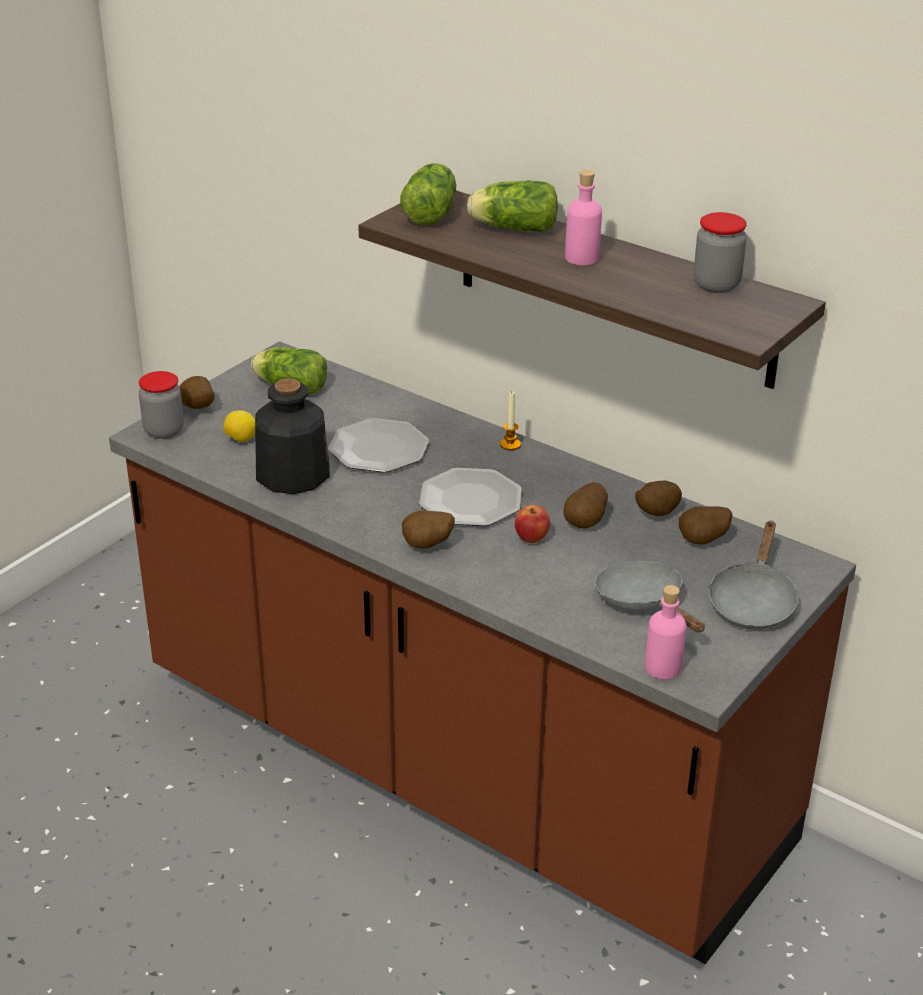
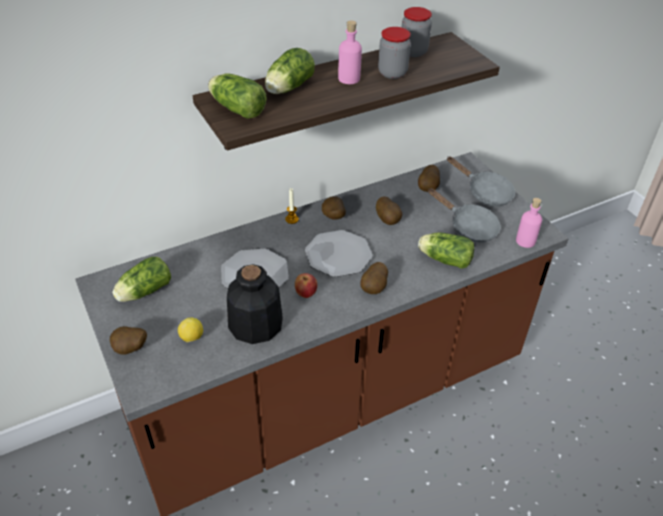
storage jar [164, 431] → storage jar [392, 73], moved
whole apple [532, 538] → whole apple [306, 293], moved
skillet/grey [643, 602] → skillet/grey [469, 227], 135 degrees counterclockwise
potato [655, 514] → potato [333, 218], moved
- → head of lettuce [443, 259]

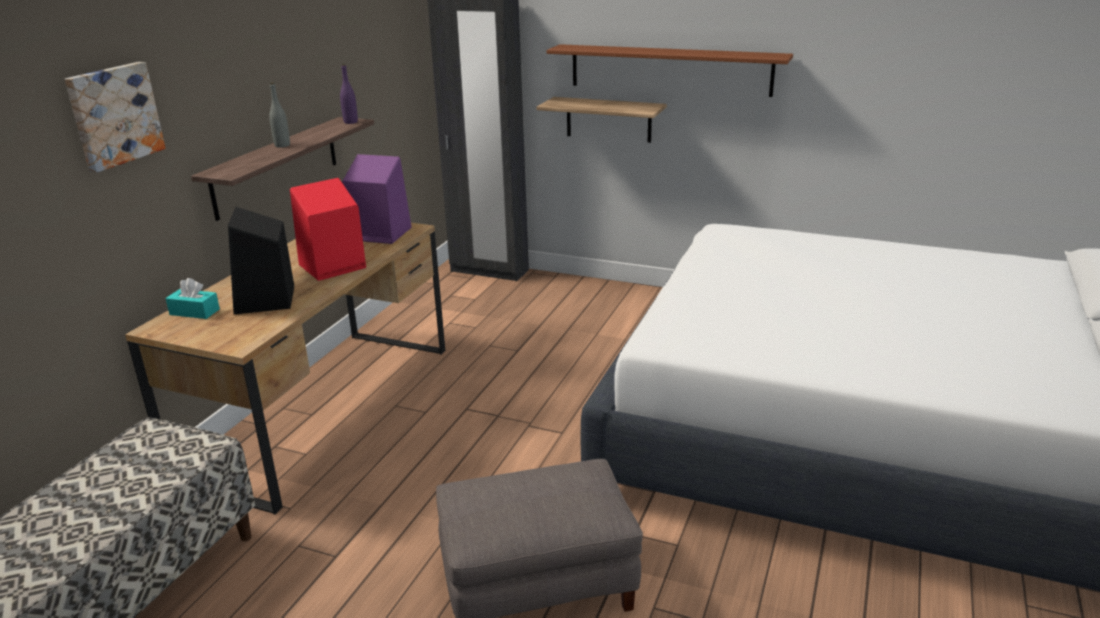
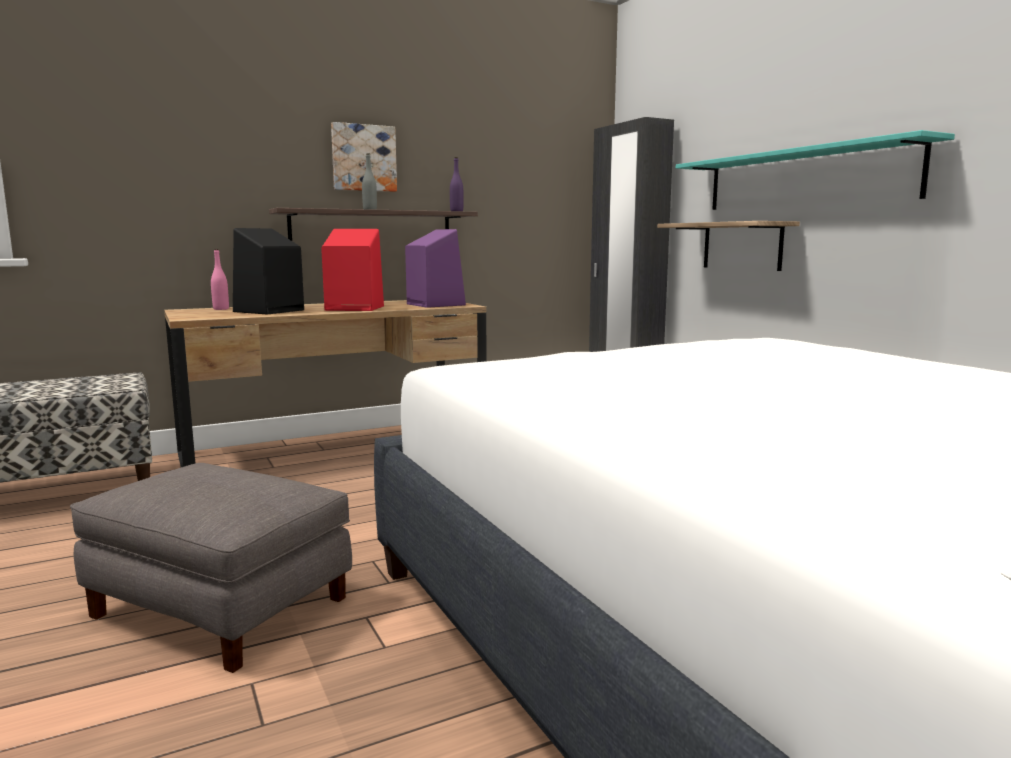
picture [113, 115] → picture [363, 158], moved
box of tissues/blue-green [194, 312] → beverage bottle/pink-coloured [221, 309]
wall shelf/brown [669, 69] → wall shelf/blue-green [805, 179]

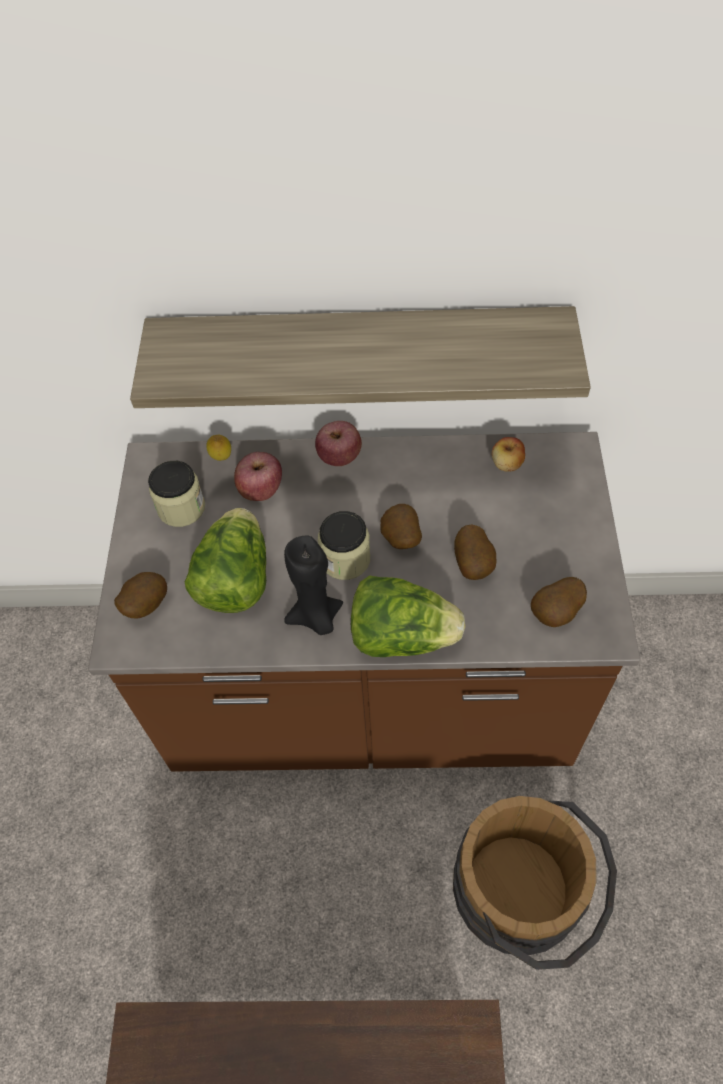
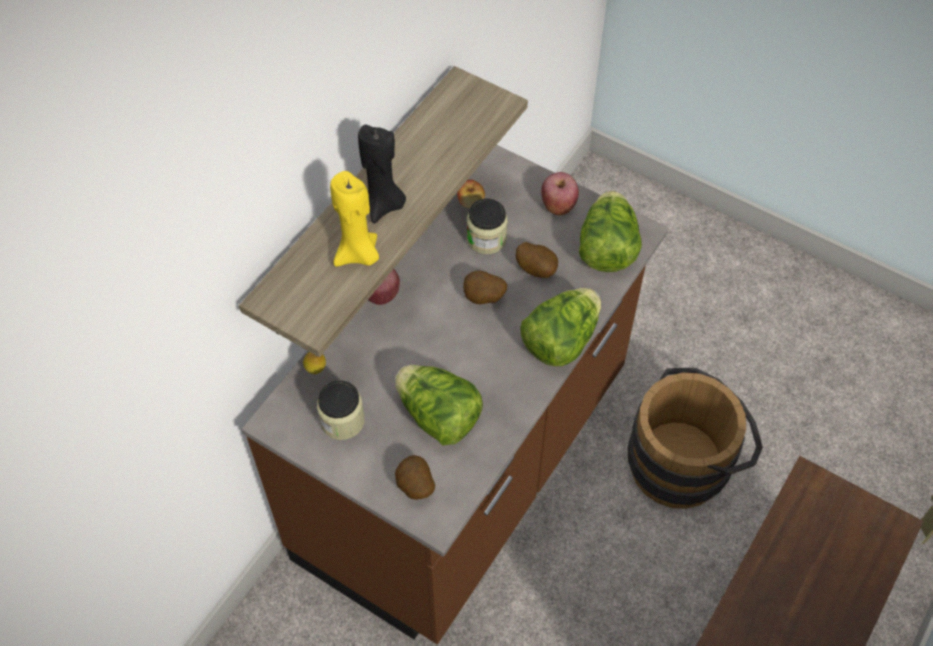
whole apple [260, 490] → whole apple [558, 205], moved
wax candle/black-coloured [316, 618] → wax candle/black-coloured [384, 205], moved
storage jar [345, 559] → storage jar [486, 239], moved
potato [556, 613] → head of lettuce [606, 248]
- → wax candle/yellow [358, 255]

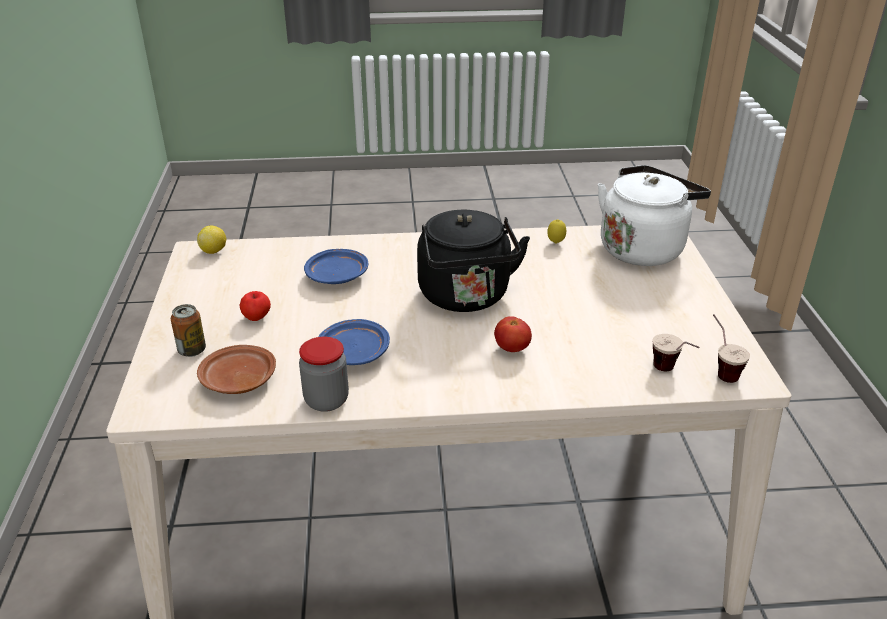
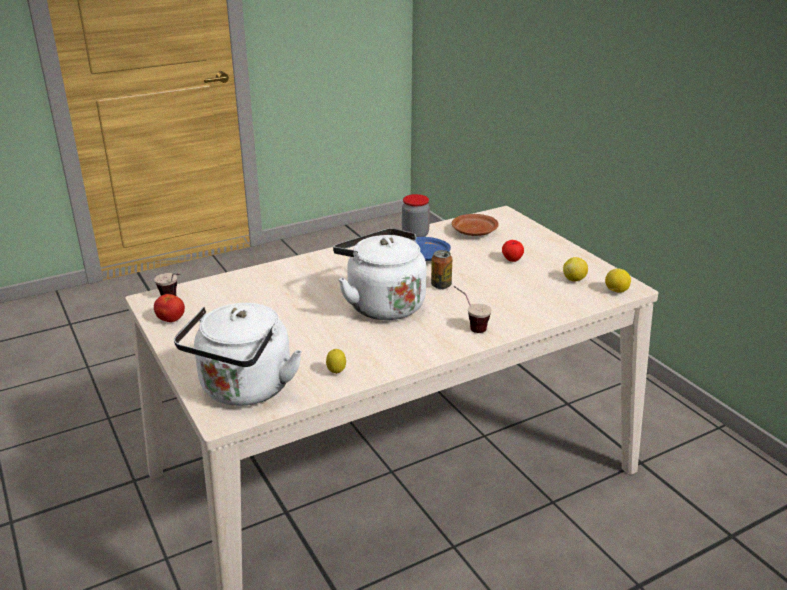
metal can [192, 350] → metal can [441, 285], moved
plate/bluish [337, 276] → -
kettle/black-coloured [466, 298] → kettle/whitish [382, 304]
whole tomato [512, 349] → whole tomato [171, 320], moved
small cup [671, 372] → small cup [470, 326], moved
- → citrus fruit [574, 279]

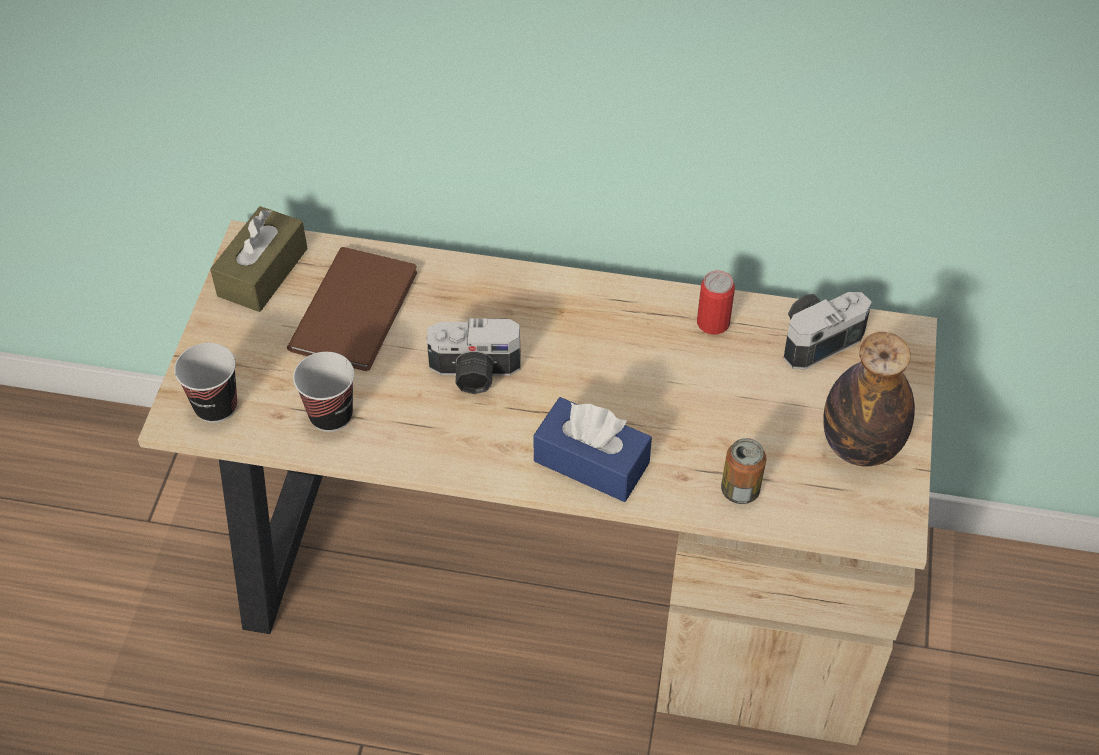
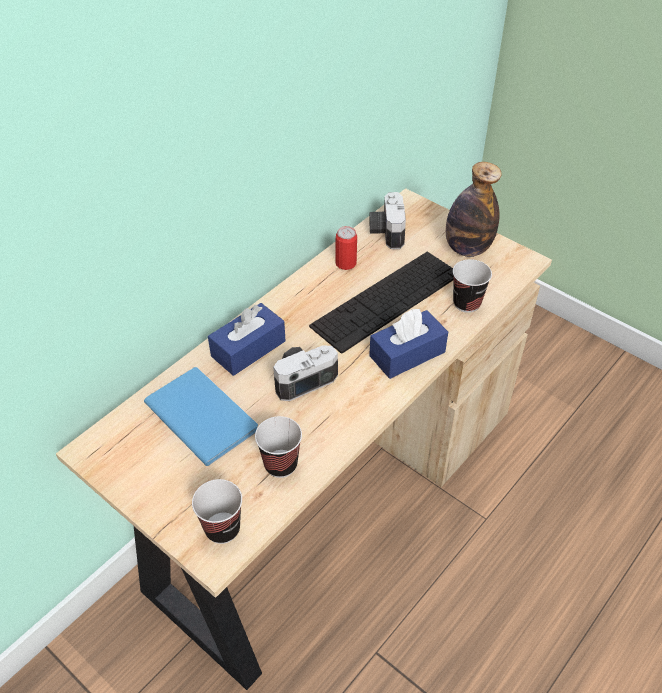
box of tissues/brown [262, 272] → -
bound book/brown [359, 308] → bound book/bluish [202, 413]
still camera [474, 373] → still camera [302, 378], 150 degrees counterclockwise
metal can [740, 490] → small cup [466, 303]
- → box of tissues/bluish [248, 348]
- → keyboard [386, 300]

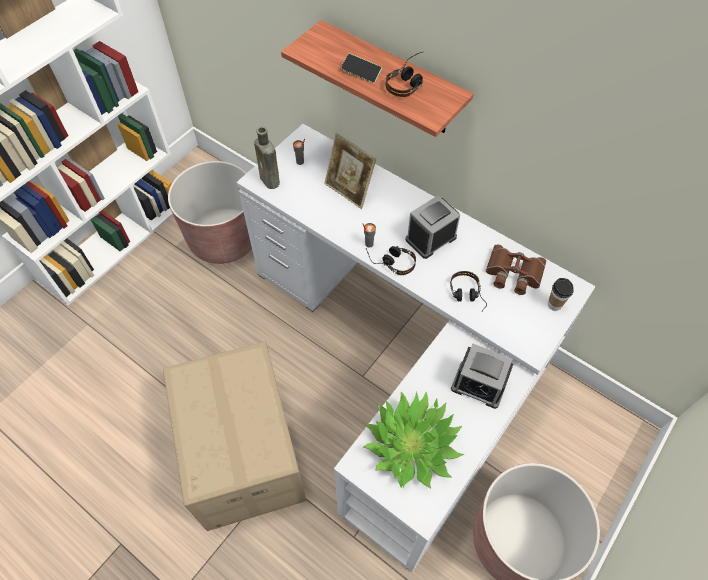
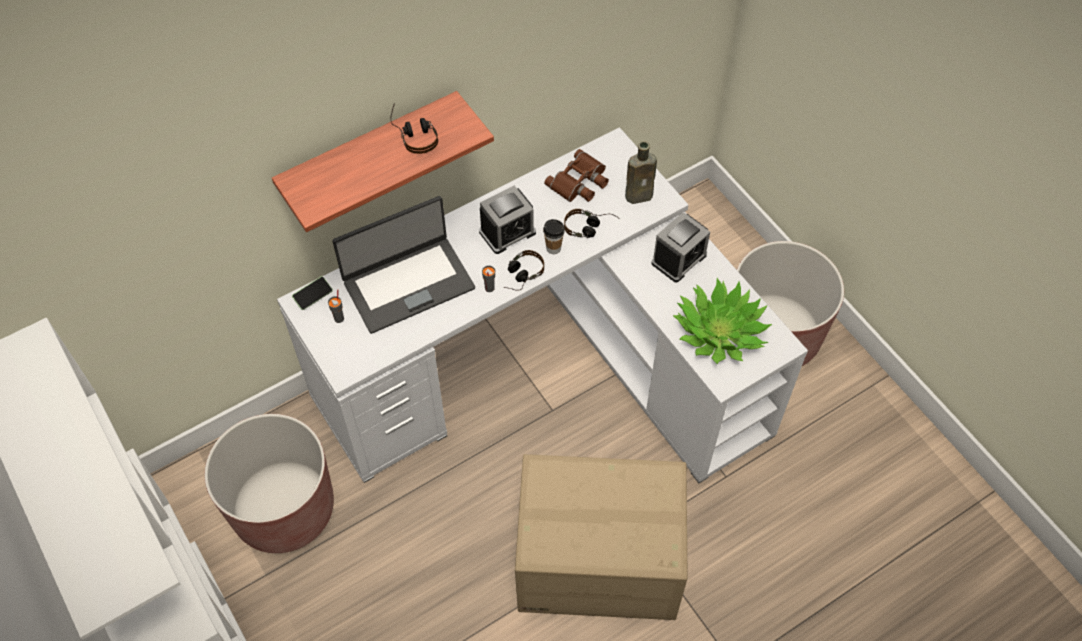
beverage bottle/brown [270, 181] → beverage bottle/brown [641, 195], moved
photo frame [349, 191] → notebook computer [408, 283]
phone [361, 73] → phone [313, 296], moved
bedside clock [431, 238] → bedside clock [507, 232], 105 degrees counterclockwise
small cup [554, 304] → small cup [553, 248], moved

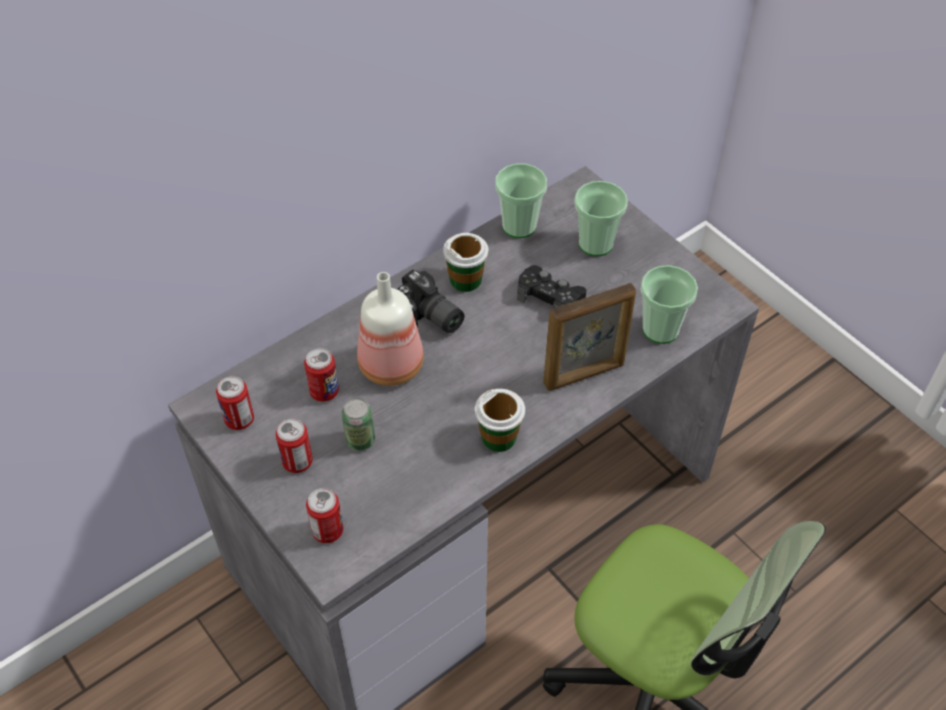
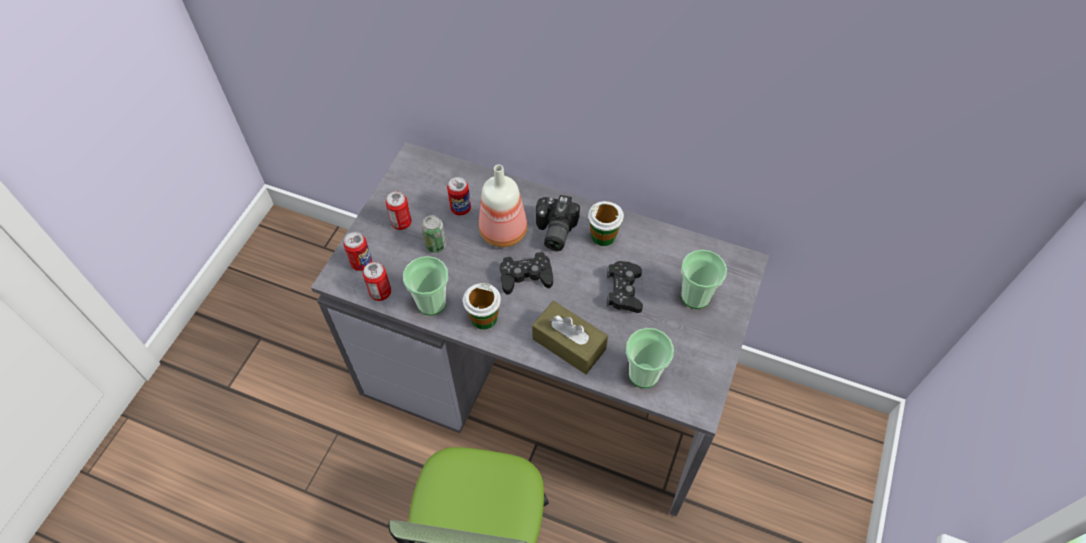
metal can [239, 419] → metal can [380, 292], moved
small cup [519, 226] → small cup [431, 303], moved
photo frame [584, 374] → box of tissues/brown [569, 344]
- → game controller/black-coloured [526, 276]

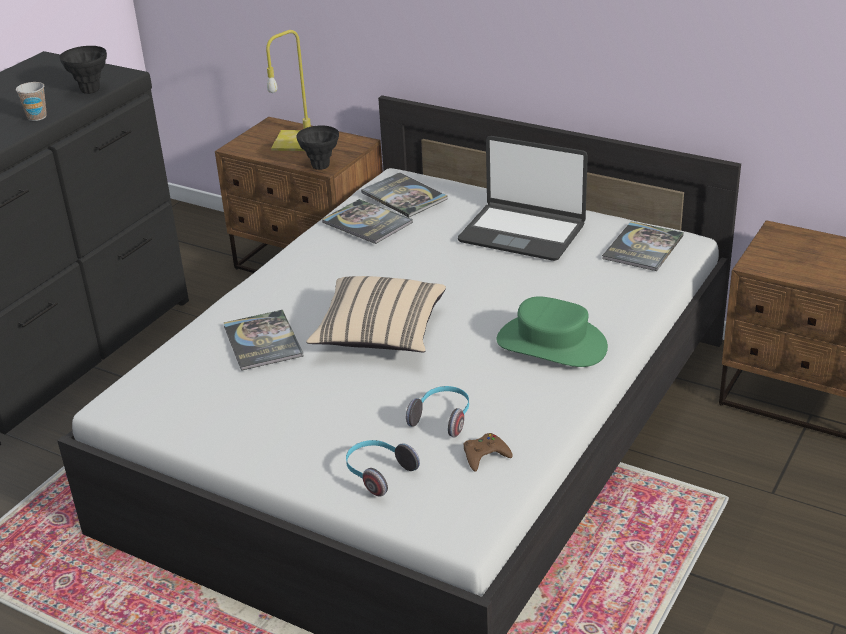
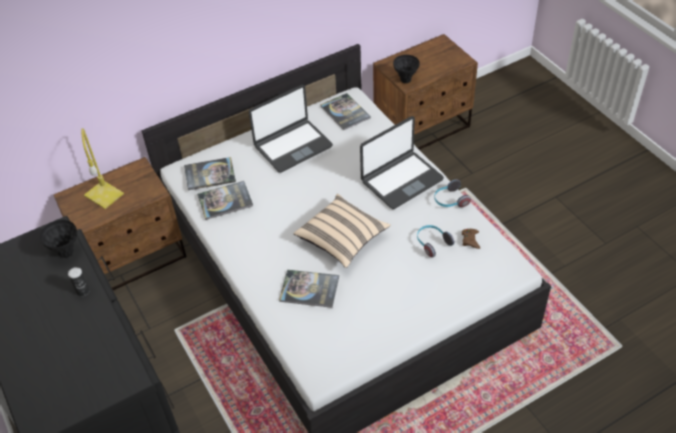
small cup [37, 117] → metal can [83, 291]
flower vase/black-coloured [320, 166] → flower vase/black-coloured [405, 80], moved
pair of headphones [378, 473] → pair of headphones [450, 200], moved
clothing hat/green [552, 343] → notebook computer [401, 180]

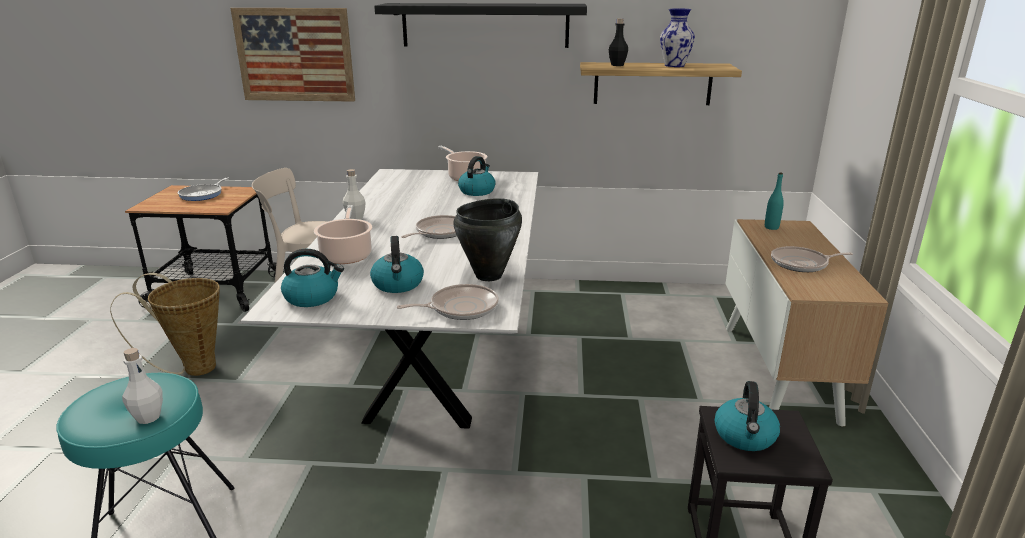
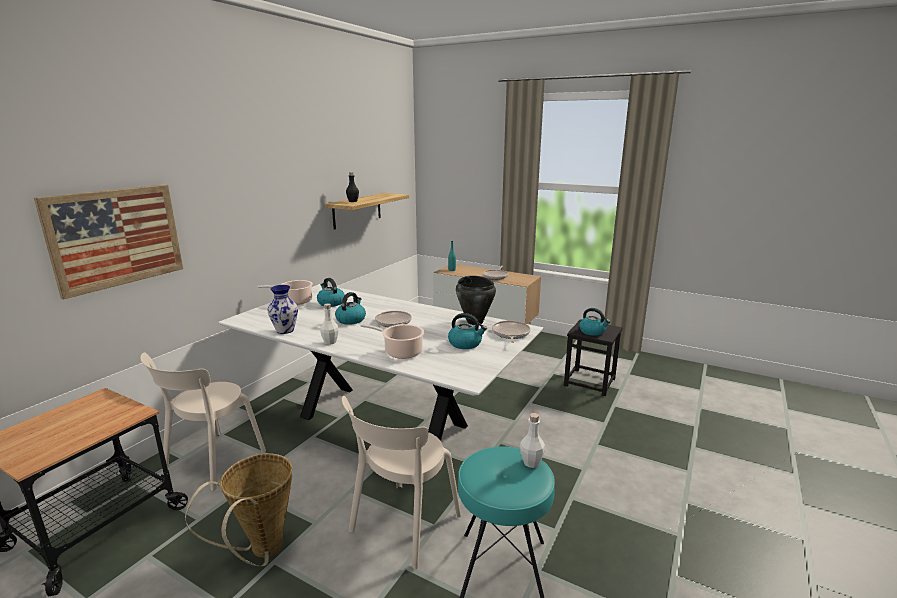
skillet [203, 194] → -
kettle [312, 297] → kettle [351, 320], moved
wall shelf/black-coloured [485, 25] → -
flower vase [674, 65] → flower vase [285, 330], moved
- → plain chair/beige [402, 526]

